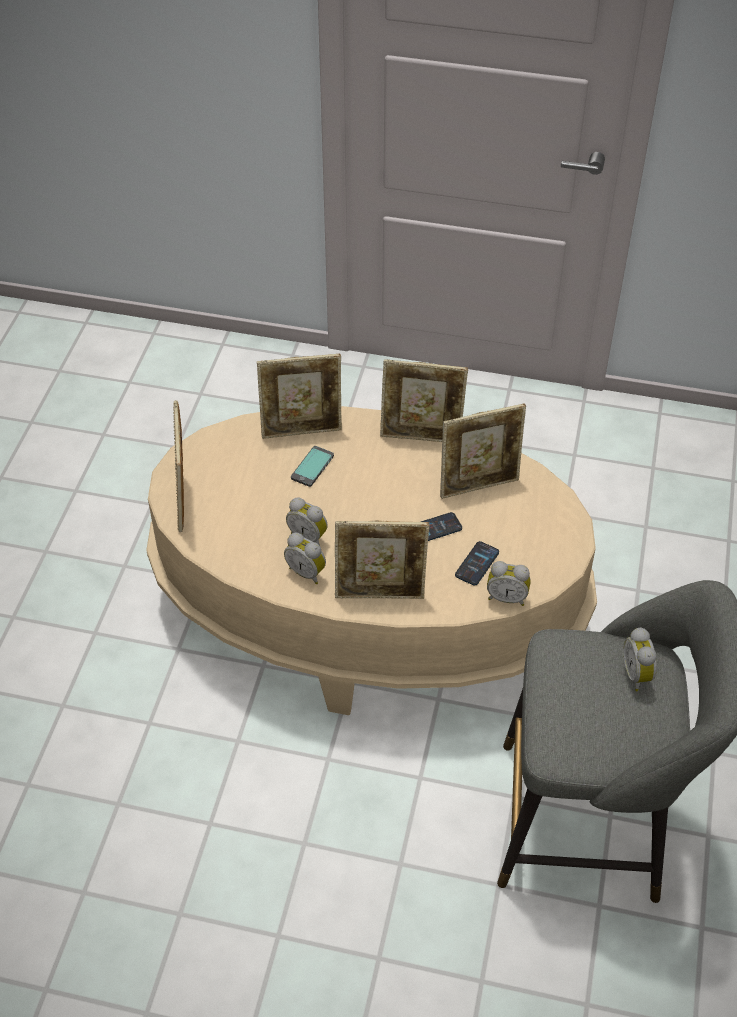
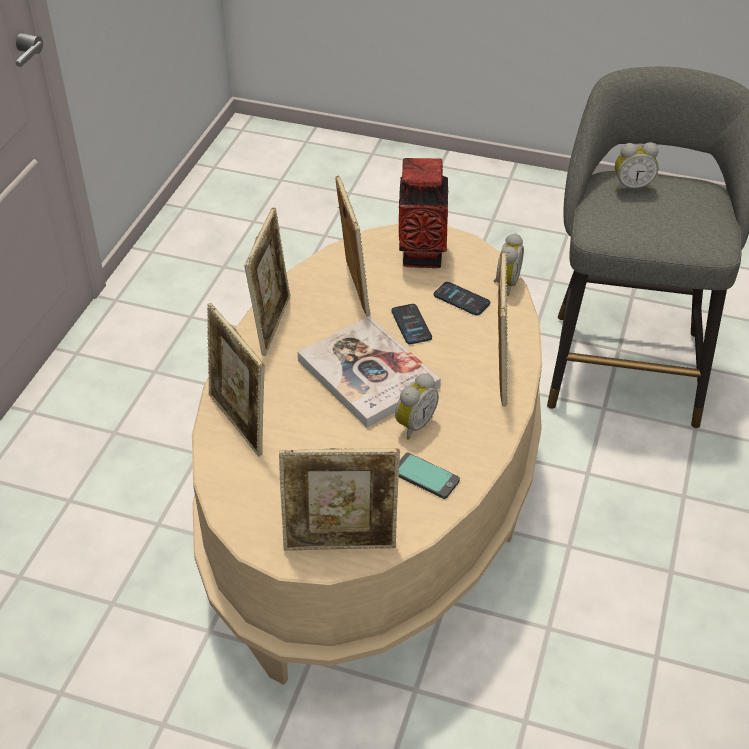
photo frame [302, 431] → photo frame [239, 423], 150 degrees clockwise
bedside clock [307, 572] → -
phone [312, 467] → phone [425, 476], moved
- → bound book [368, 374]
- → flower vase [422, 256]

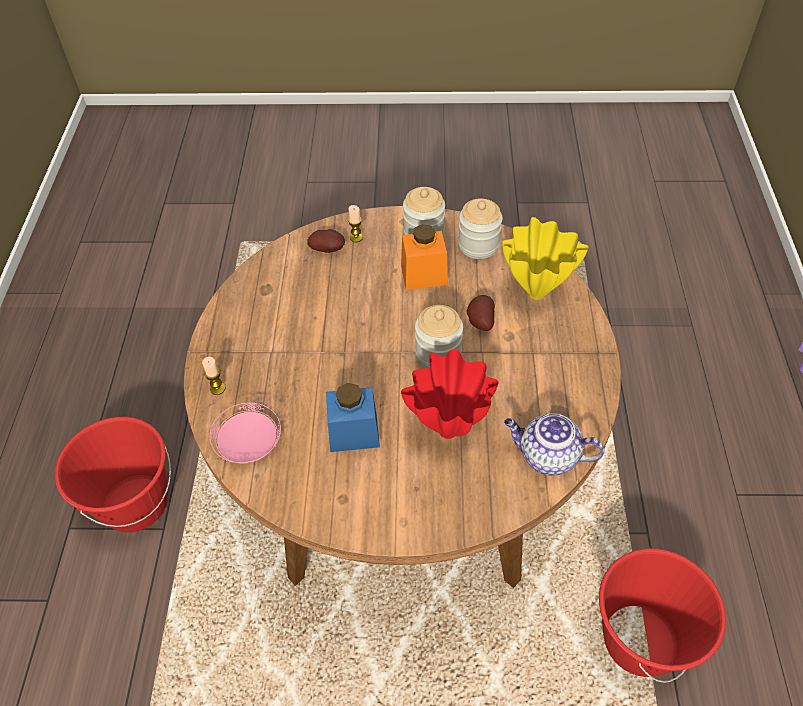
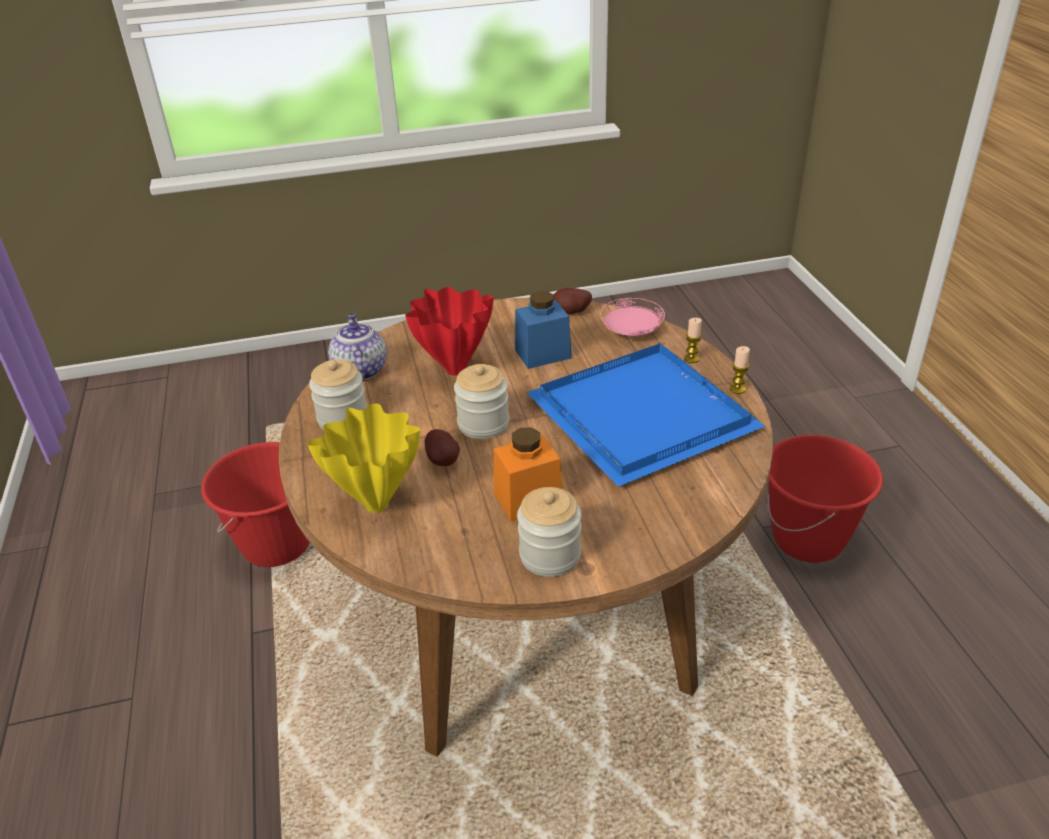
potato [328, 249] → potato [572, 313], moved
wax candle [356, 237] → wax candle [737, 389], moved
storage jar [478, 245] → storage jar [343, 419], moved
teapot [547, 456] → teapot [359, 370], 105 degrees counterclockwise
- → serving tray/bluish [646, 416]

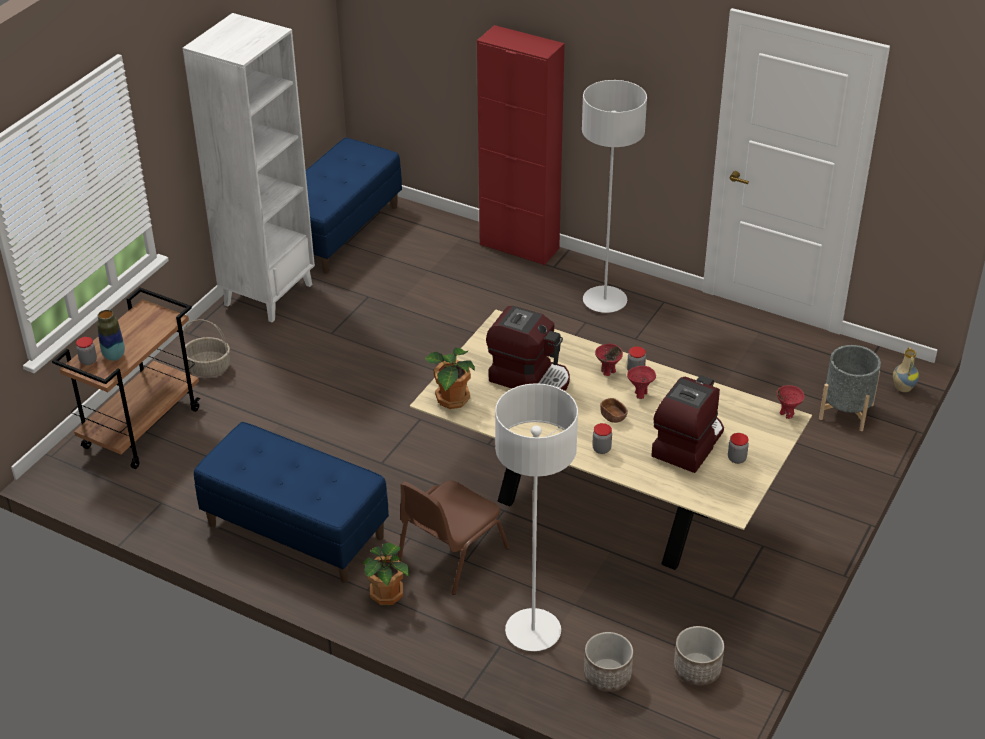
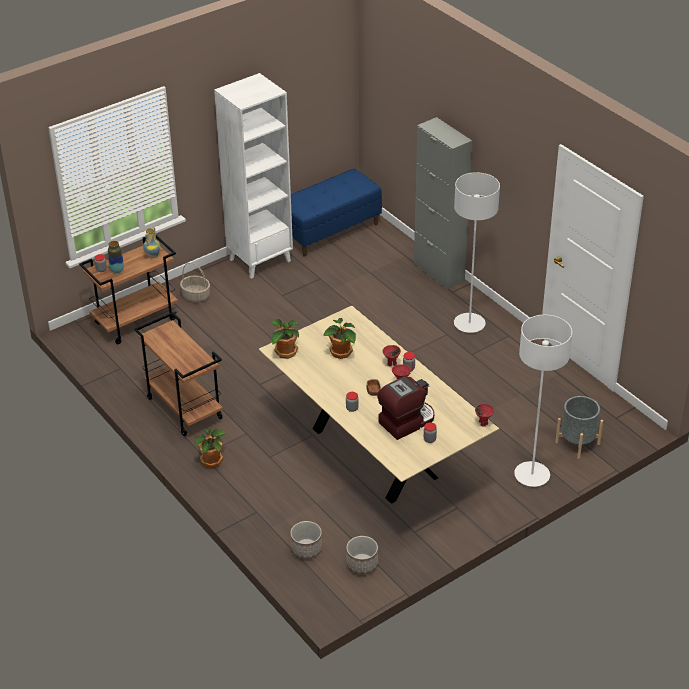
indoor bench/bluish [294, 531] → cart/brown [183, 408]
plain chair/brown [450, 554] → -
storage cabinet/red [519, 247] → storage cabinet/grey [439, 272]
coffee brewer [529, 377] → potted plant [341, 353]
standing lamp/whitish [533, 632] → standing lamp/whitish [532, 475], moved
flower vase [902, 388] → flower vase [152, 255], moved

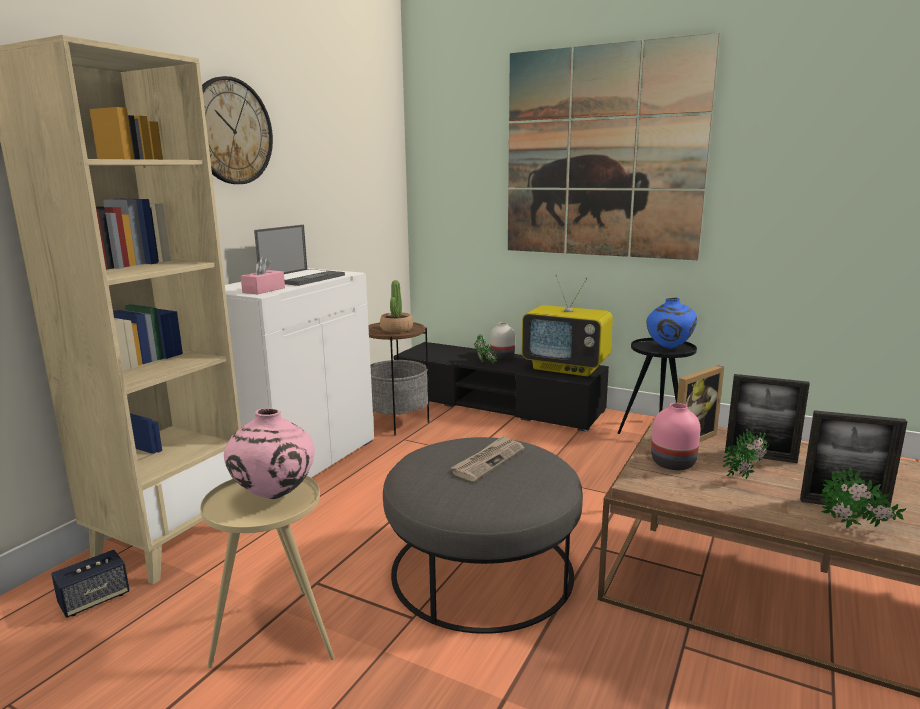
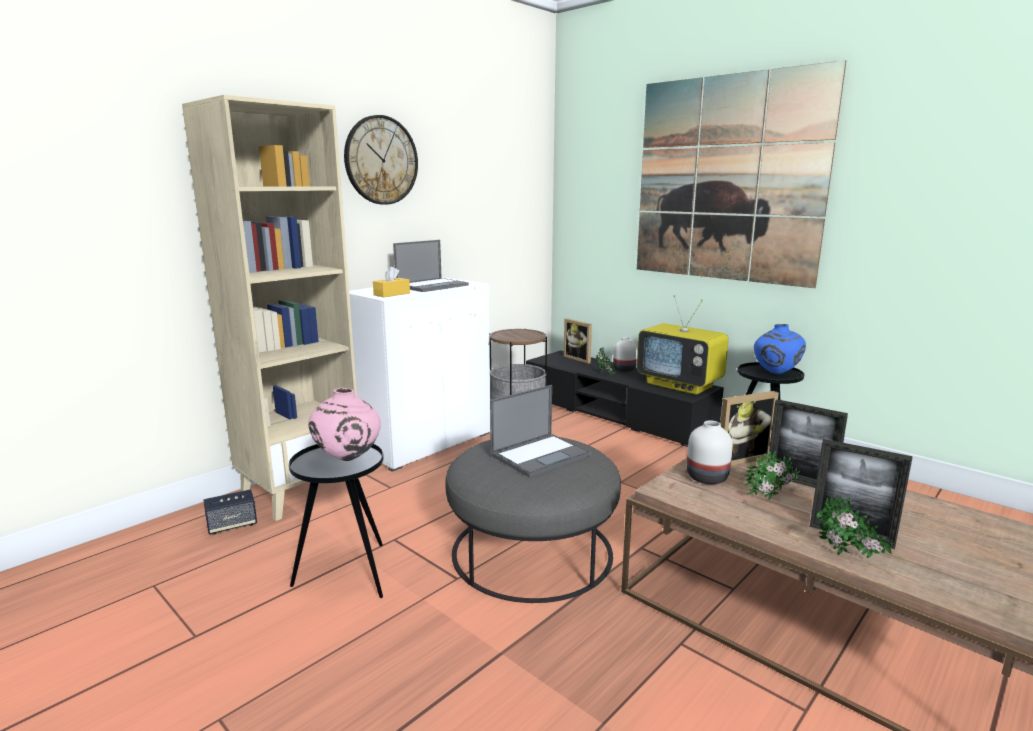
side table/beige [276, 637] → side table/black-coloured [347, 574]
box of tissues/pink-coloured [264, 290] → box of tissues/yellow [392, 294]
potted plant [396, 329] → -
daily paper [488, 460] → notebook computer [541, 455]
flower vase/pink-coloured [673, 463] → flower vase/whitish [707, 477]
- → photo frame [579, 358]

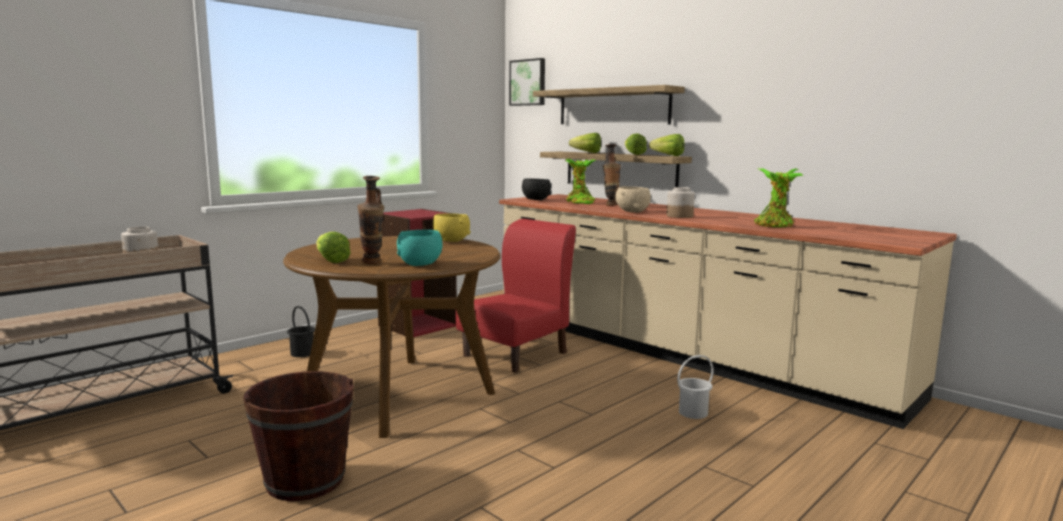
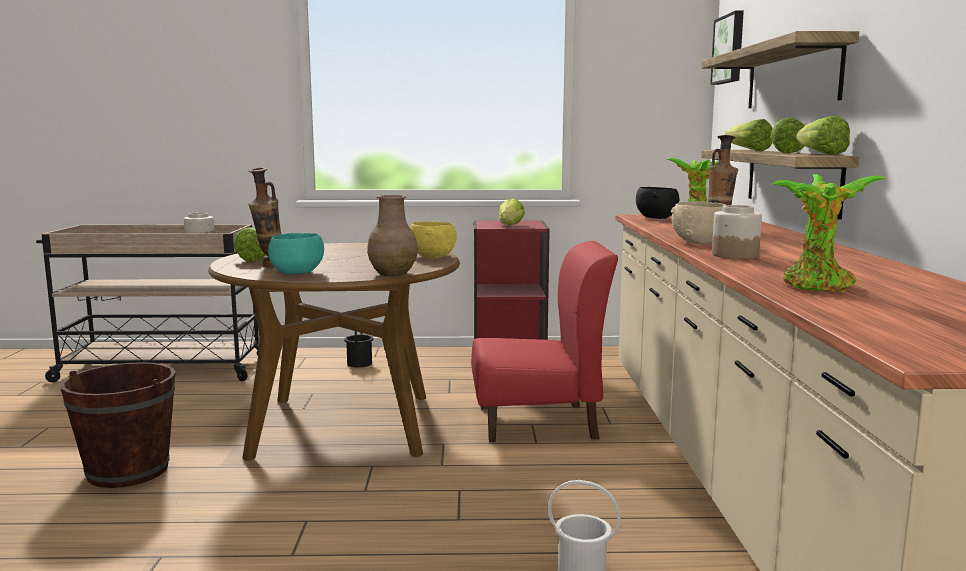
- → flower vase/brown [393, 274]
- → head of lettuce [508, 226]

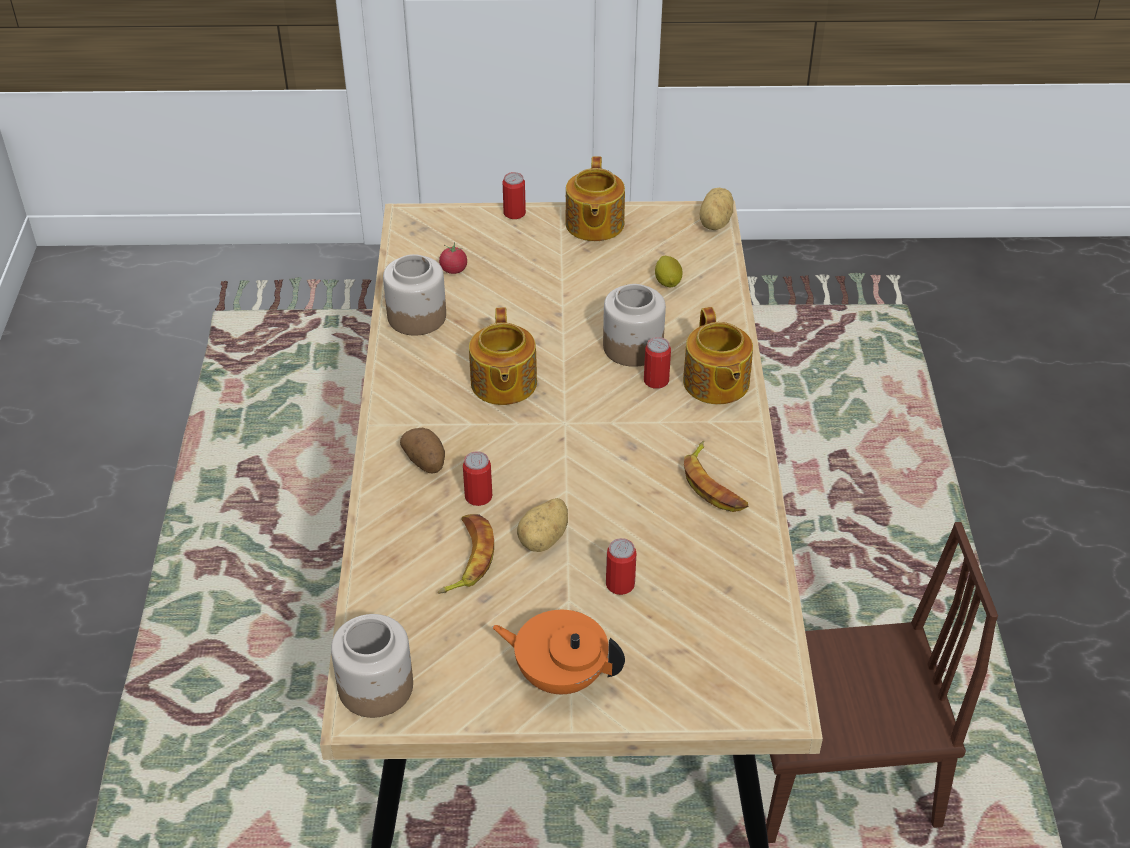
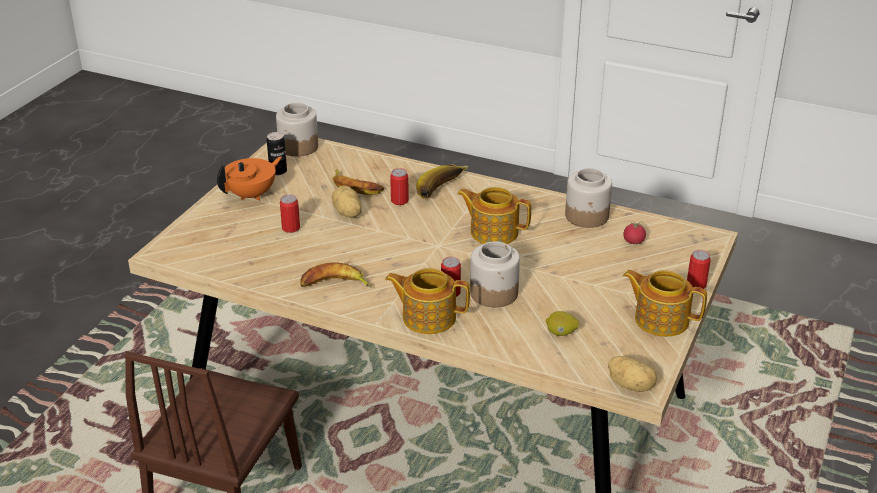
potato [425, 462] → banana [443, 191]
- → metal can [278, 171]

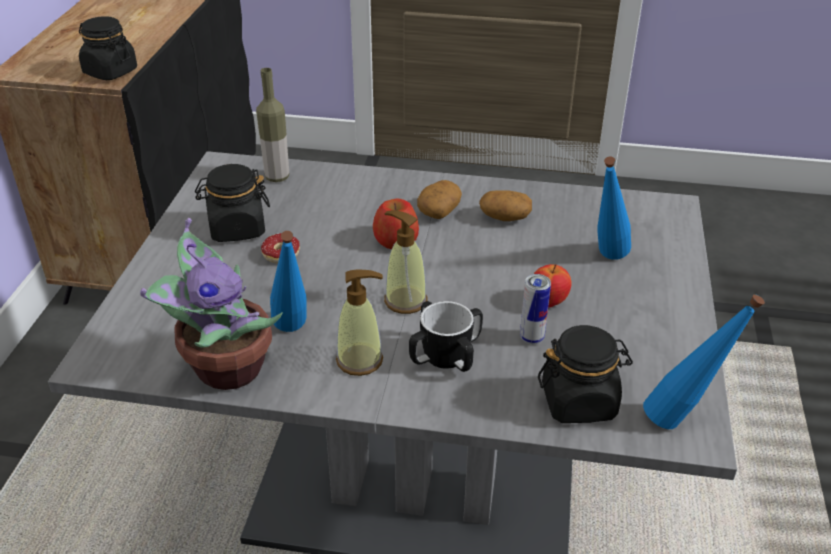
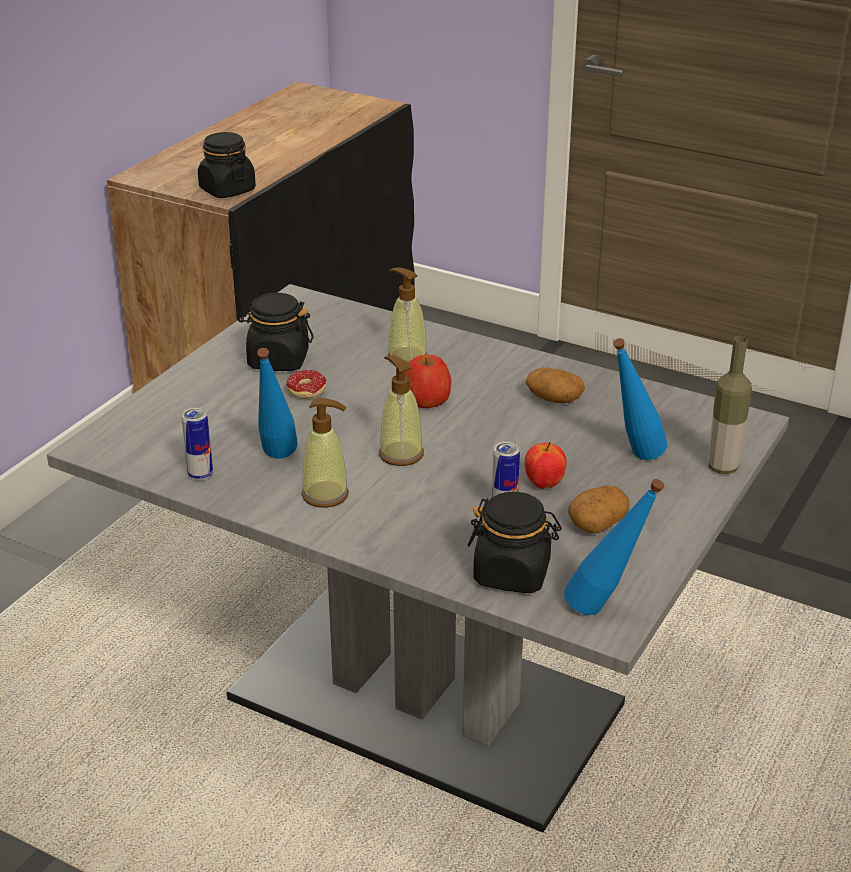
potted plant [225, 368] → metal can [200, 475]
beverage bottle [277, 177] → beverage bottle [722, 467], moved
tea mug [445, 356] → -
potato [439, 210] → potato [597, 523], moved
- → soap dispenser [407, 357]

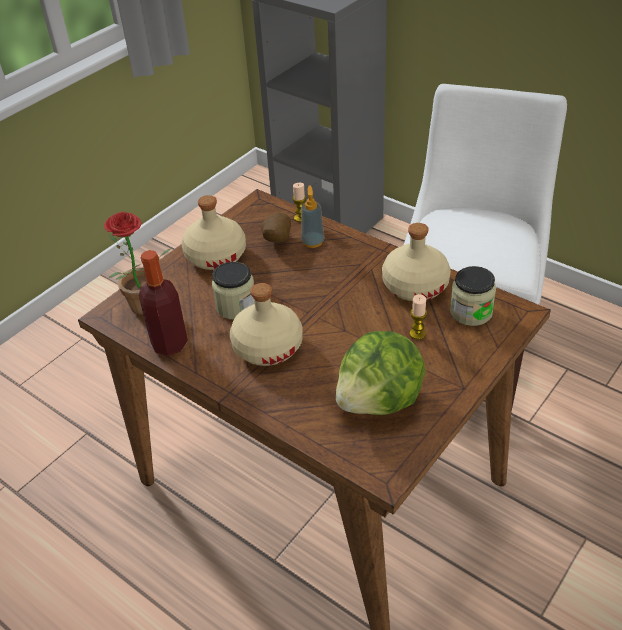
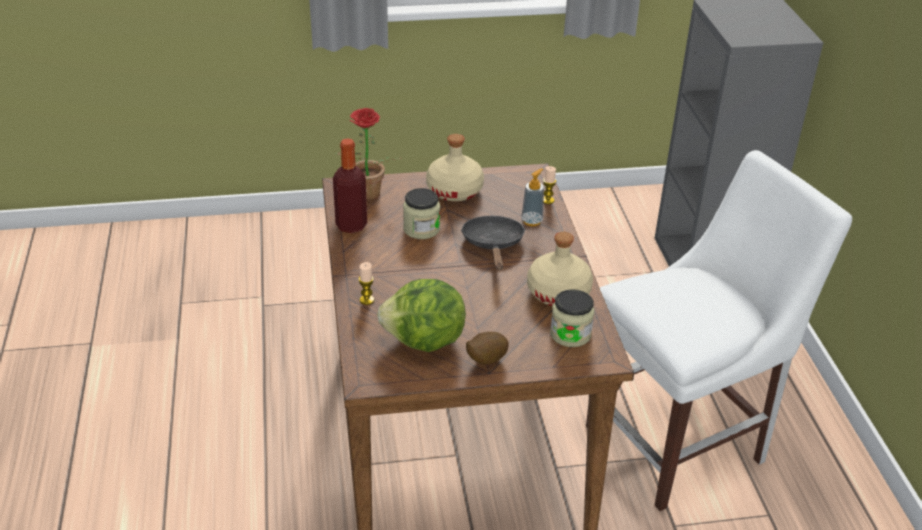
beverage bottle/beige [267, 346] → -
potato [276, 241] → potato [485, 360], moved
wax candle [417, 334] → wax candle [367, 300], moved
- → skillet/black-coloured [493, 245]

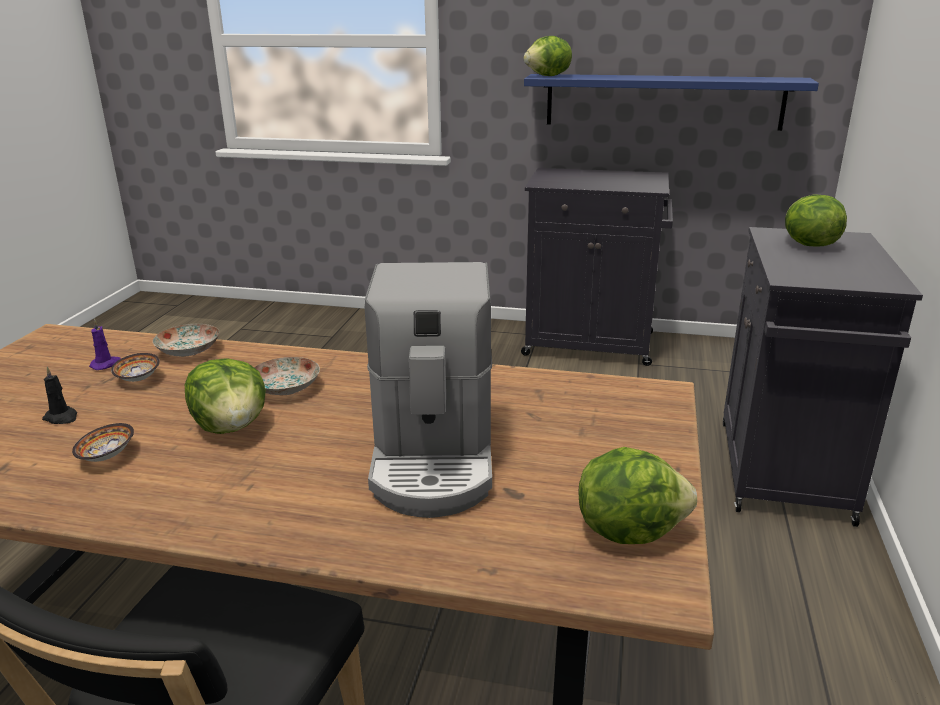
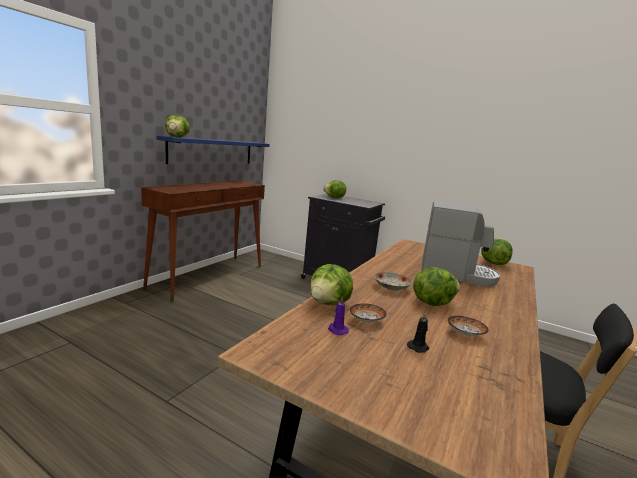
plate [189, 351] → head of lettuce [329, 303]
storage cabinet/black-coloured [591, 344] → narrow table/brown [209, 276]

